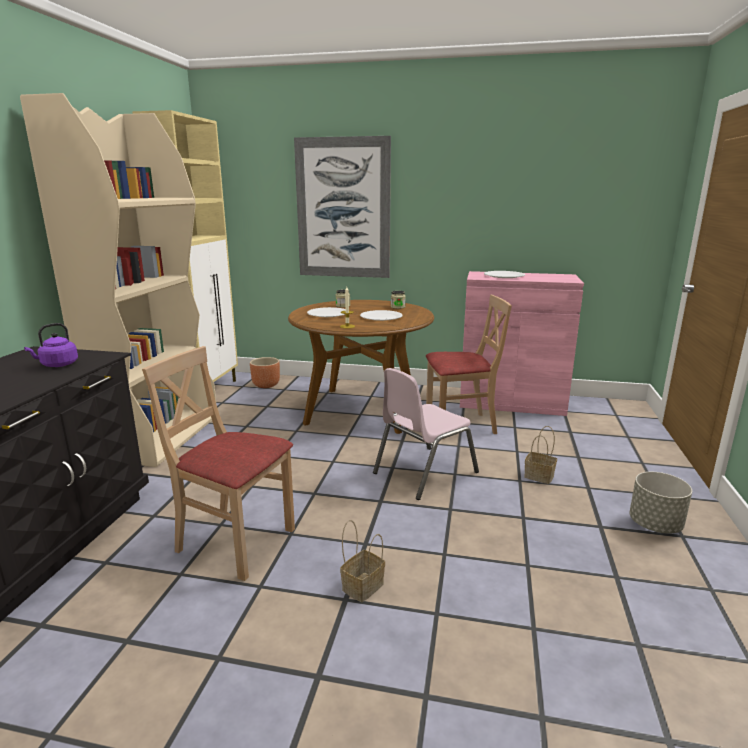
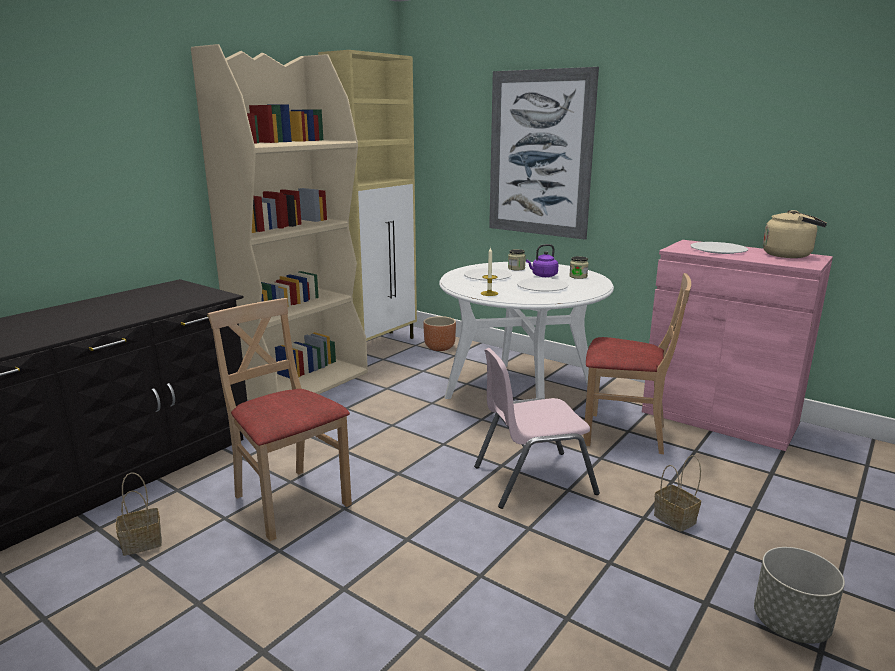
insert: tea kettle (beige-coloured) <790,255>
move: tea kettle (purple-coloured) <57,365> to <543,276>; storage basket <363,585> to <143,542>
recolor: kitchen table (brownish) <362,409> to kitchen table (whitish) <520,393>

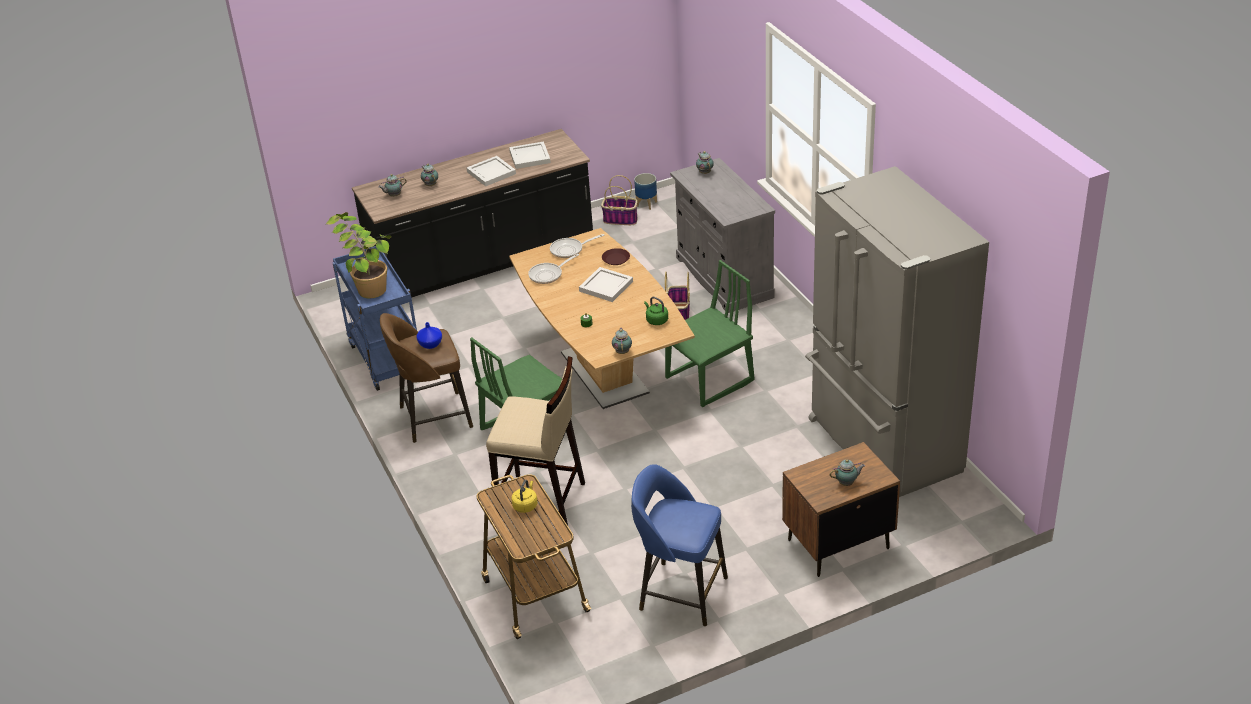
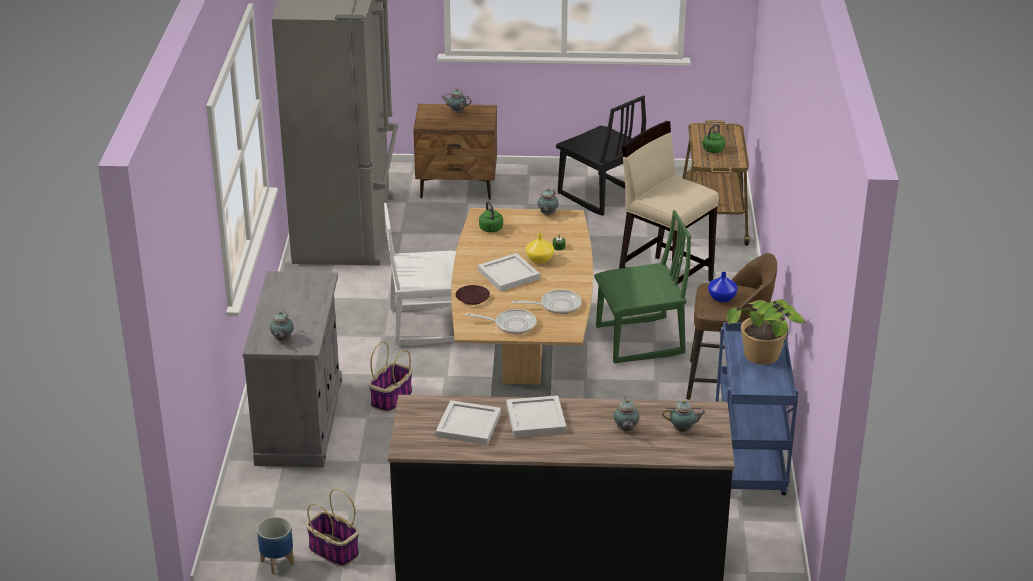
insert: flower vase (yellow-coloured) <539,259>
replace: sitting stool (bluish) <680,593> to chair (black-coloured) <600,196>
recolor: chair (green) <710,380> to chair (whitish) <428,324>; tea kettle (yellow-coloured) <525,505> to tea kettle (green) <712,150>

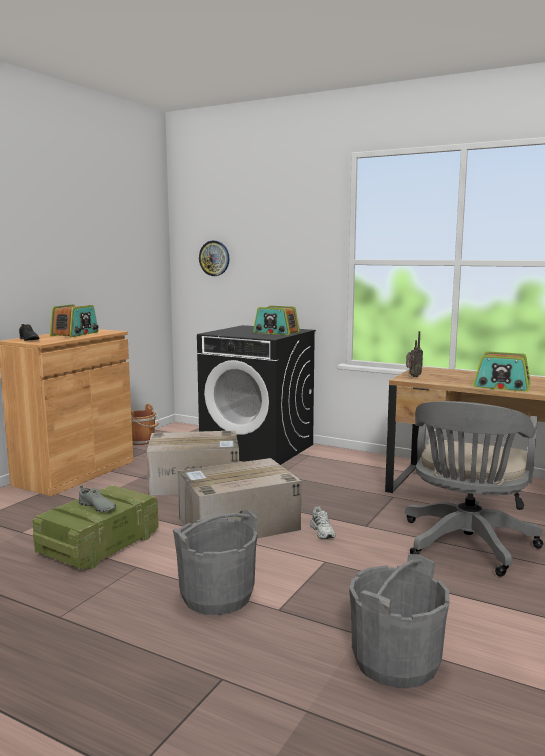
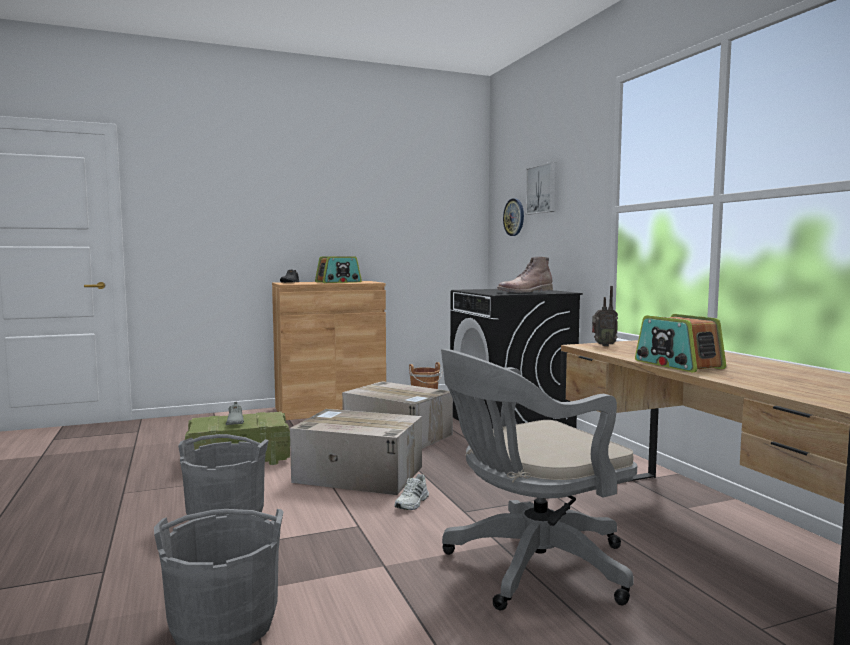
insert: wall picture <542,189>
replace: radio receiver <276,332> to high-top boot (brownish) <525,292>

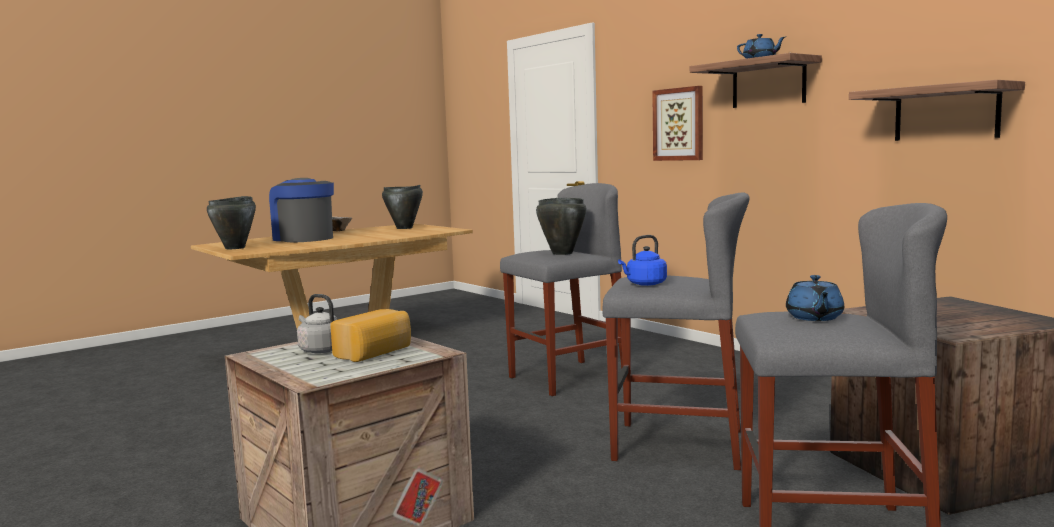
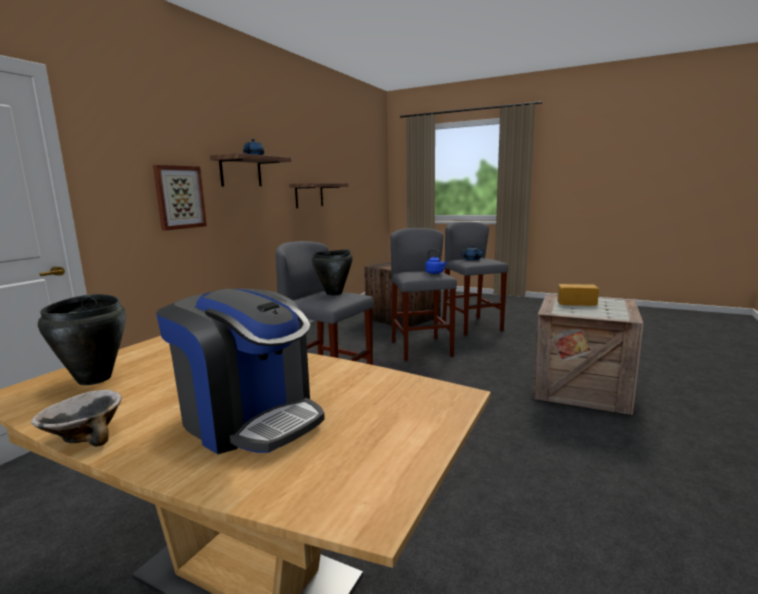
delete: stockpot (black-coloured) <235,248>; tea kettle (grey) <320,350>
rotate: coffee brewer <303,238> = <249,418> 75 degrees counterclockwise

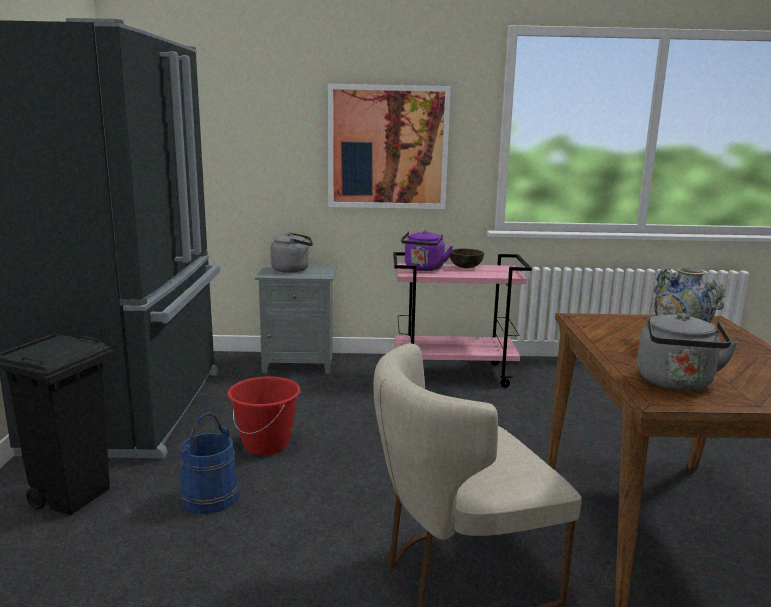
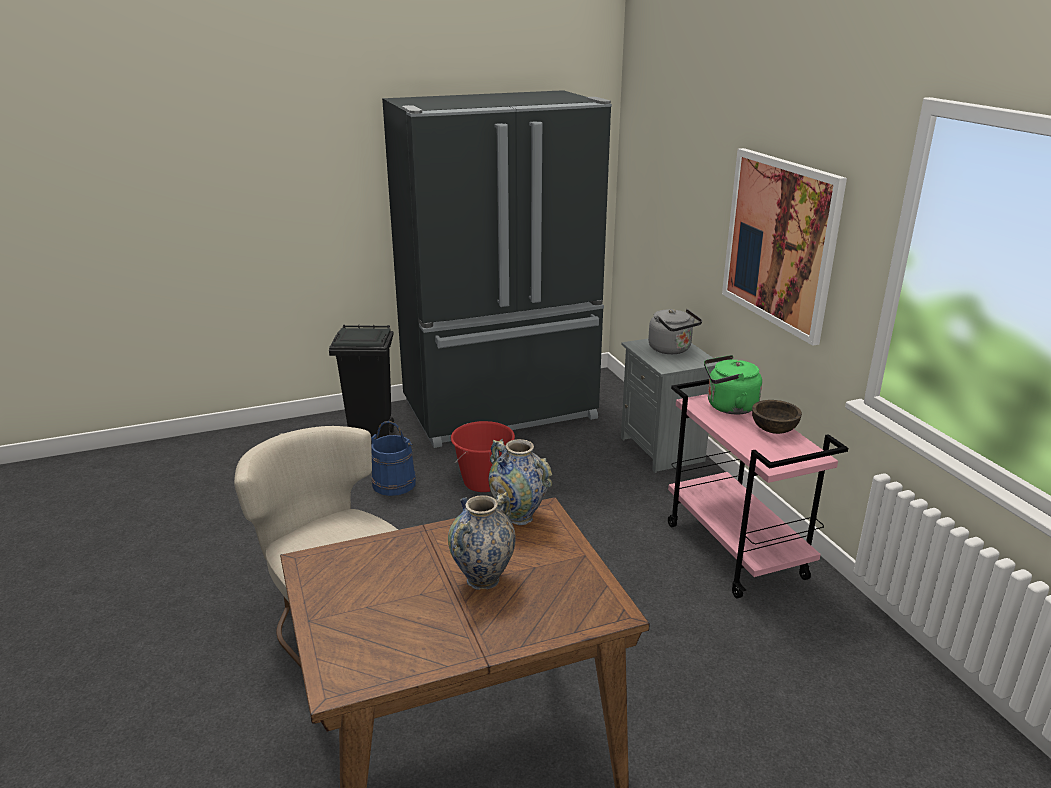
delete: tea kettle (grey) <676,383>
insert: flower vase <519,516>
recolor: tea kettle (purple-coloured) <423,269> to tea kettle (green) <728,407>

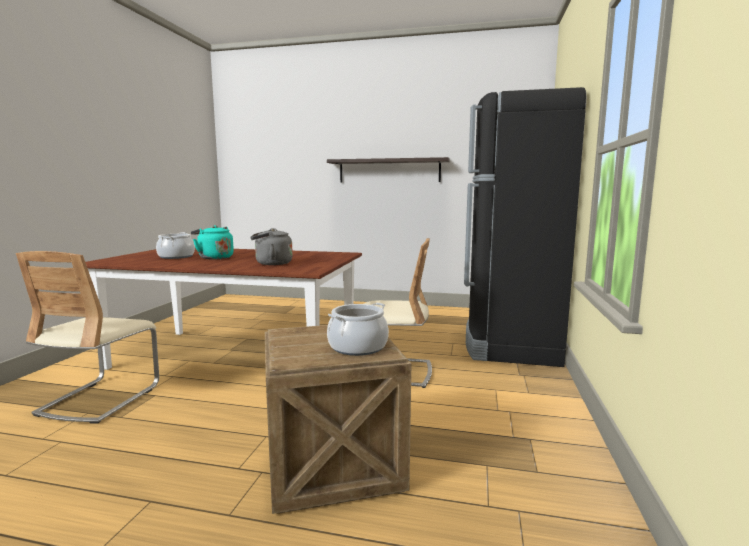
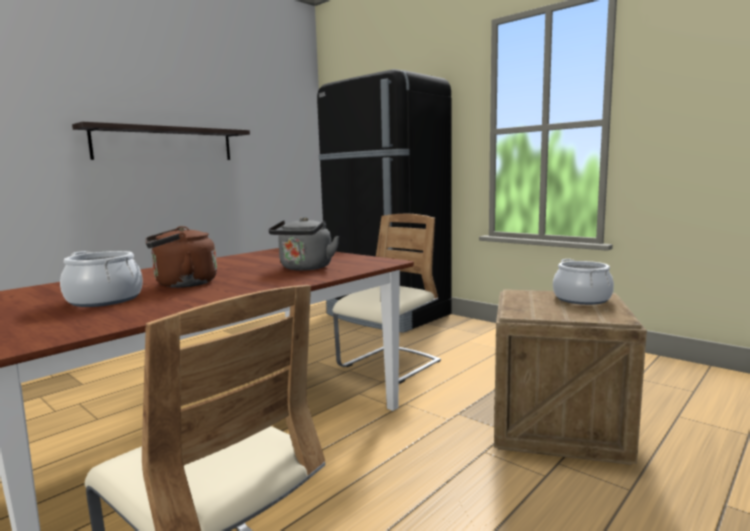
recolor: tea kettle (blue-green) <214,258> to tea kettle (brownish) <182,284>

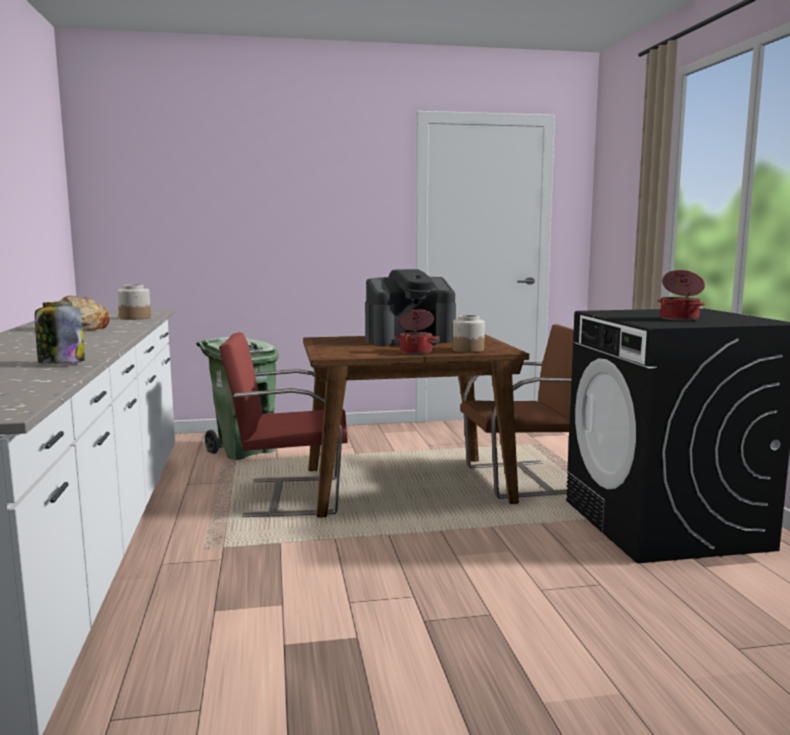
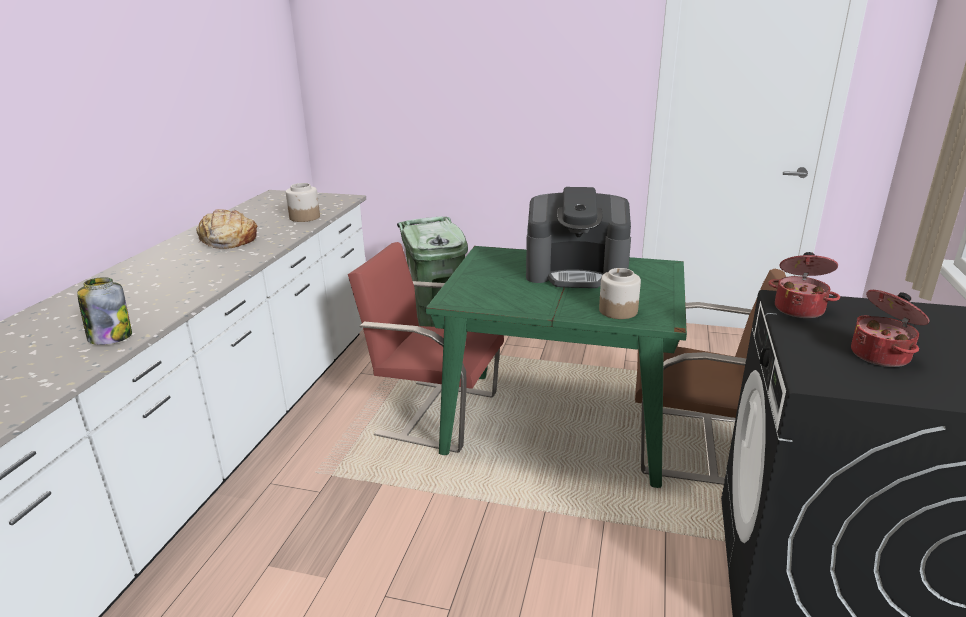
move: stockpot <416,351> to <799,309>
recolor: kitchen table (brownish) <408,486> to kitchen table (green) <559,425>

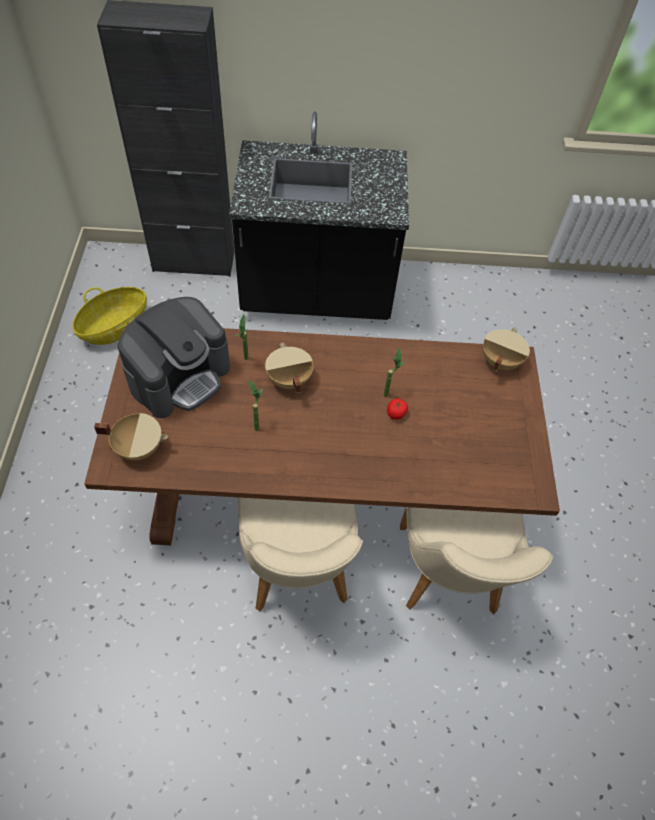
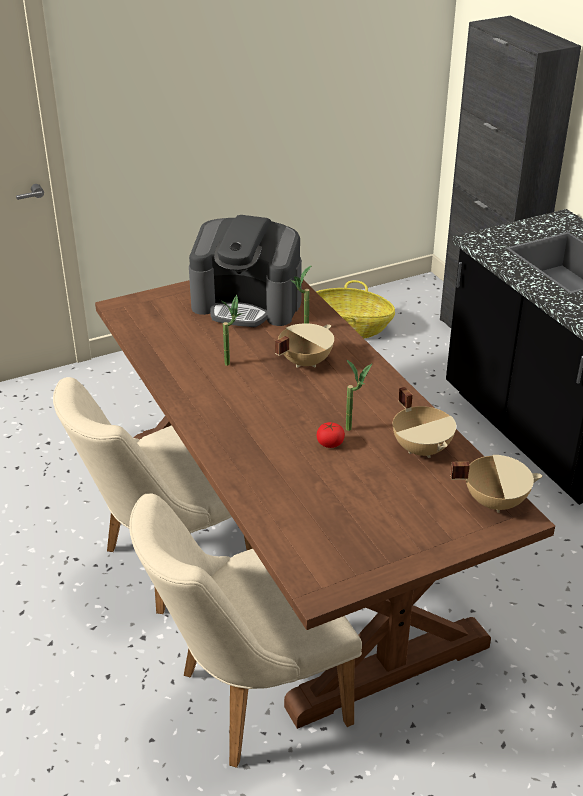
move: stockpot (beige-coloured) <139,447> to <422,448>

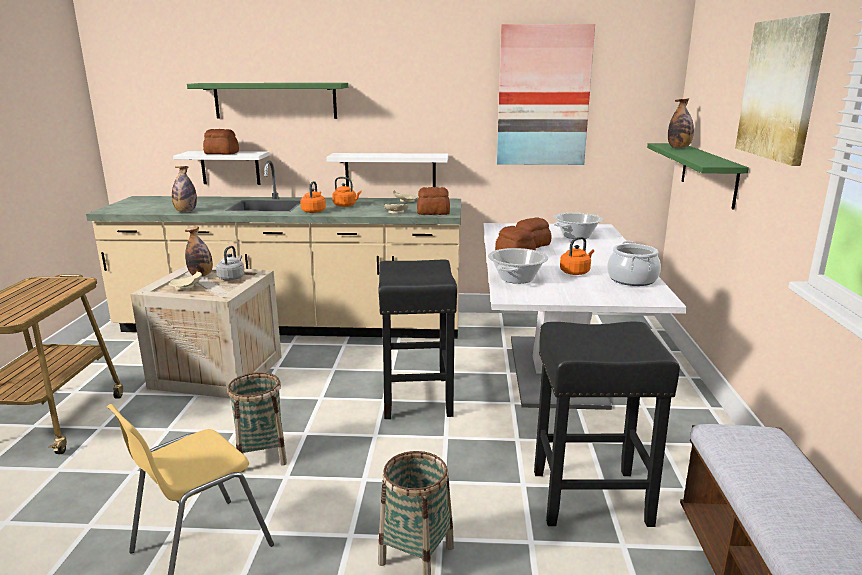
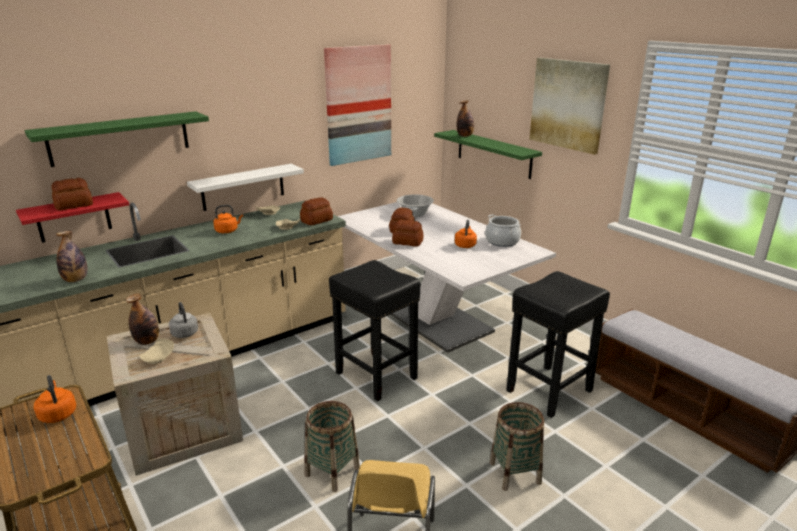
delete: stockpot <516,278>
move: tea kettle (orangey) <314,211> to <58,414>
recolor: shelf (whitish) <230,167> to shelf (red) <73,218>

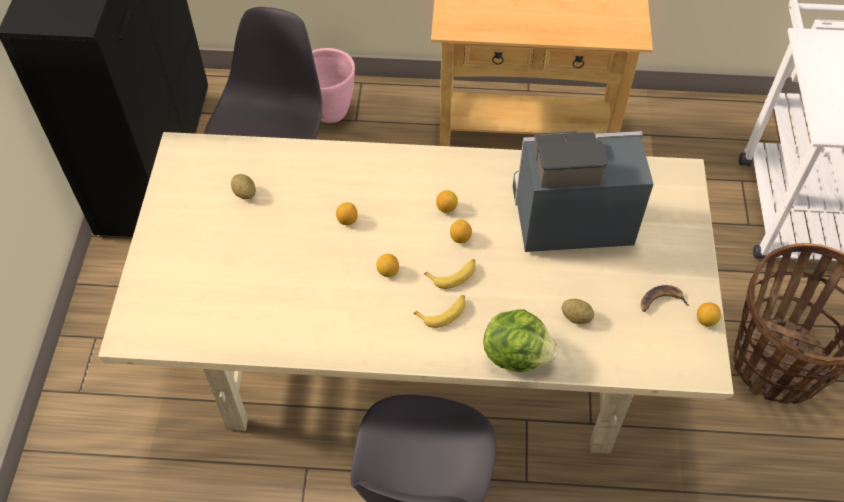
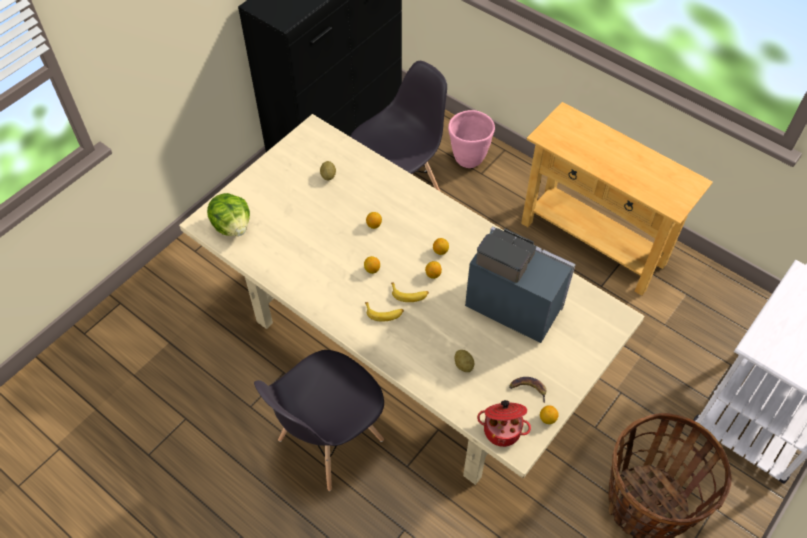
insert: stockpot <502,429>
move: head of lettuce <516,354> to <232,226>

